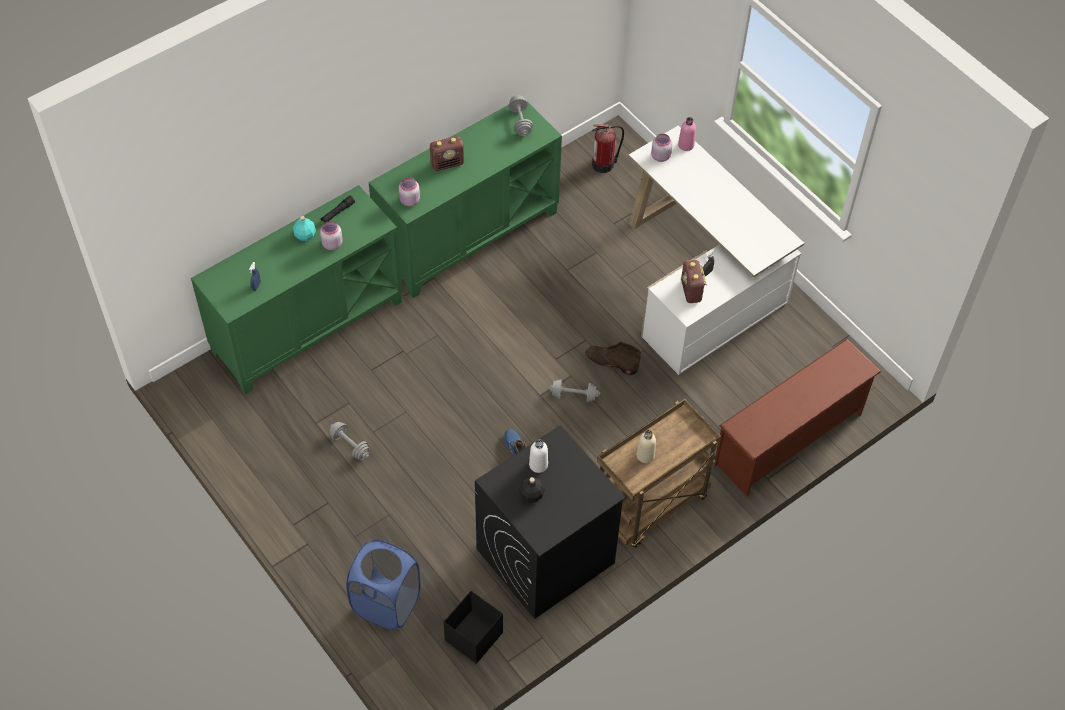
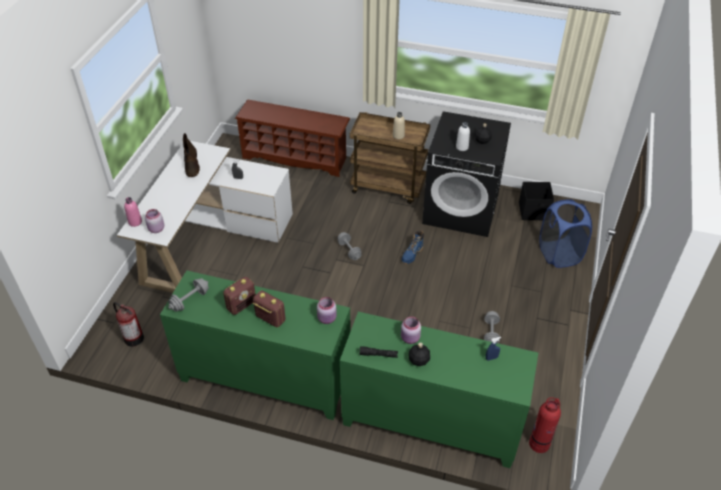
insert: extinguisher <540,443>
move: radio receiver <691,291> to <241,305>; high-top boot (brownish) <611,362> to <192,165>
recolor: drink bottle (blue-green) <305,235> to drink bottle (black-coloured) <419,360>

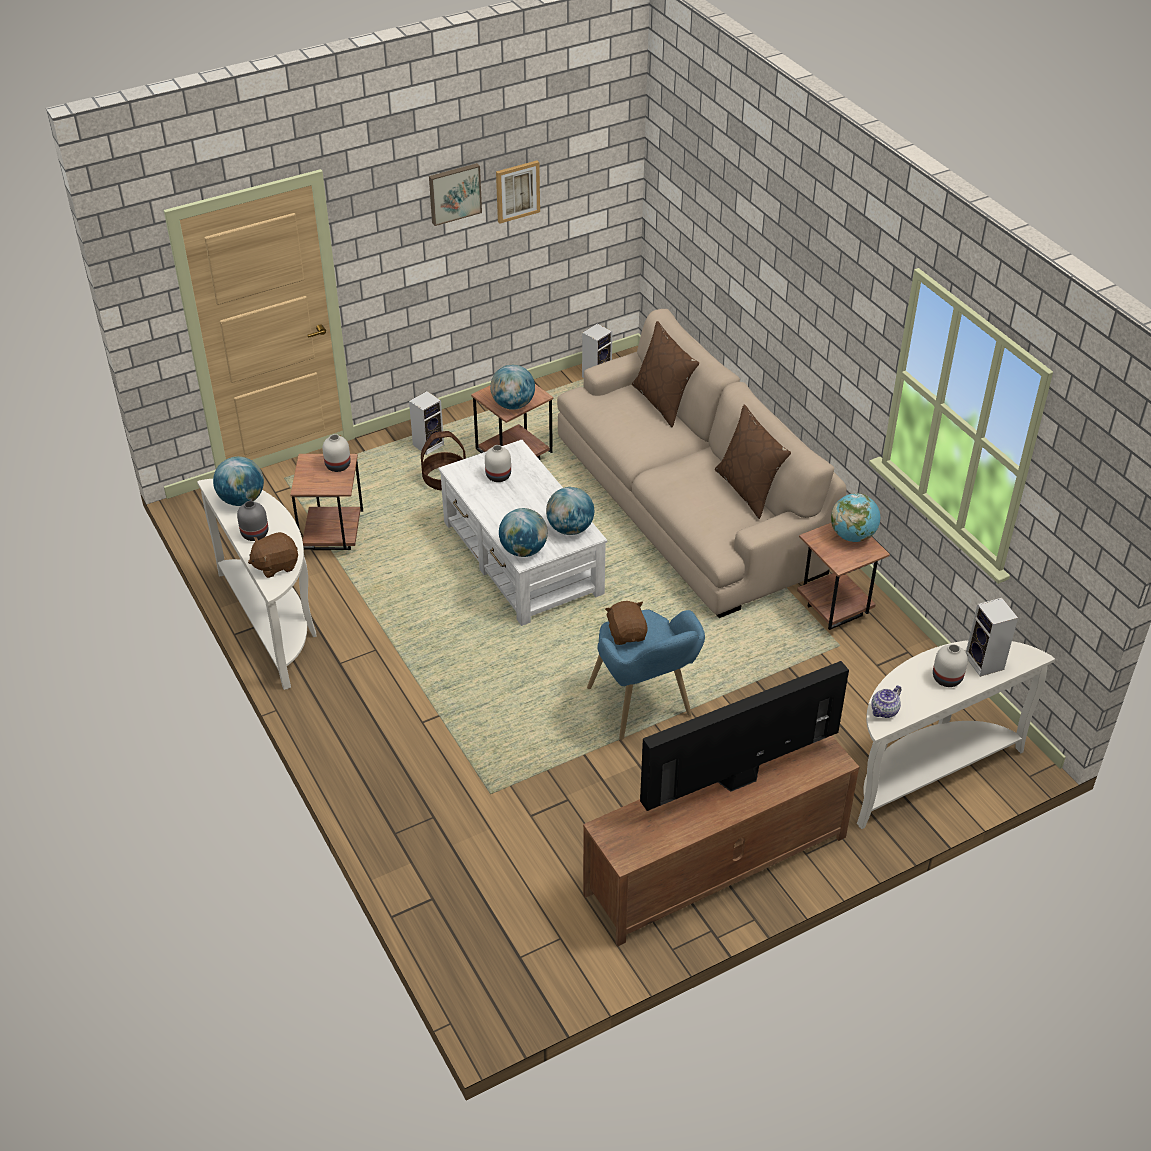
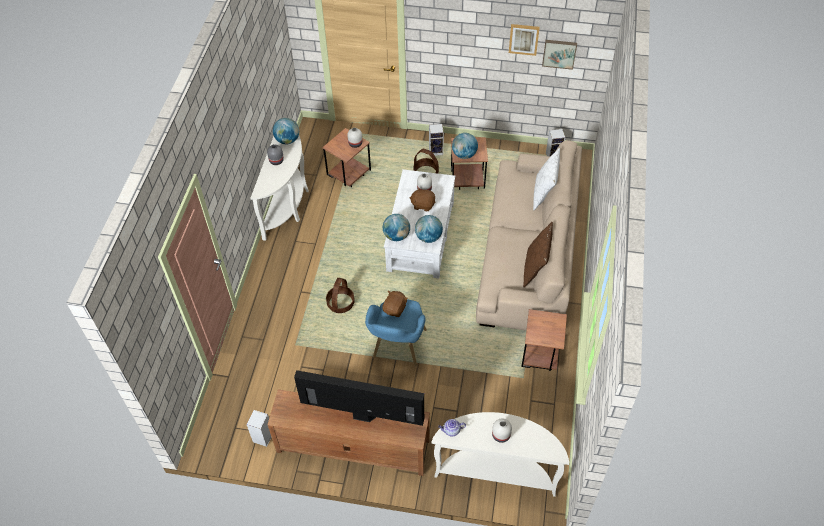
delete: globe <852,536>
insert: storage basket <340,303>
move: wall picture <454,193> to <559,53>; soft toy (brownish) <275,565> to <423,204>; loudspeaker <985,663> to <263,438>
recolor: throw pillow (brownish) <663,402> to throw pillow (whitish) <544,193>

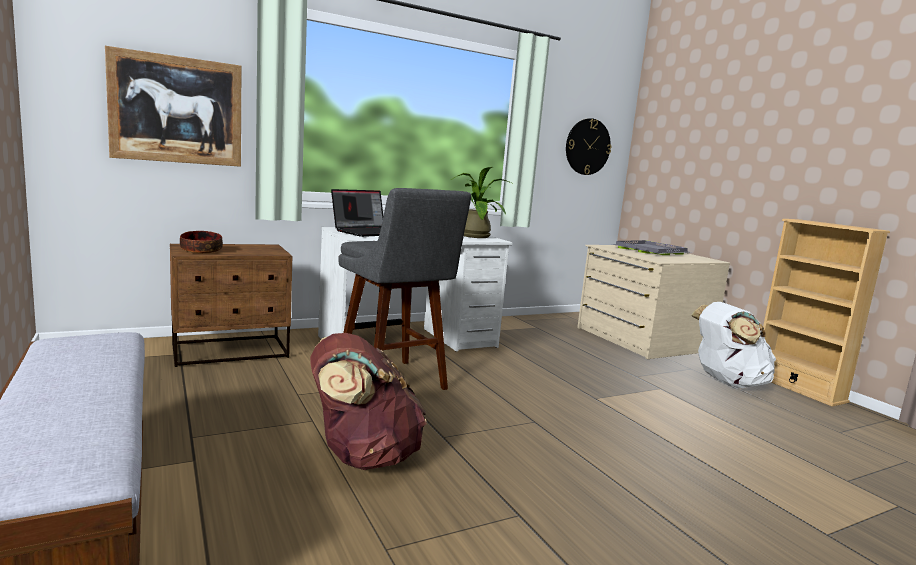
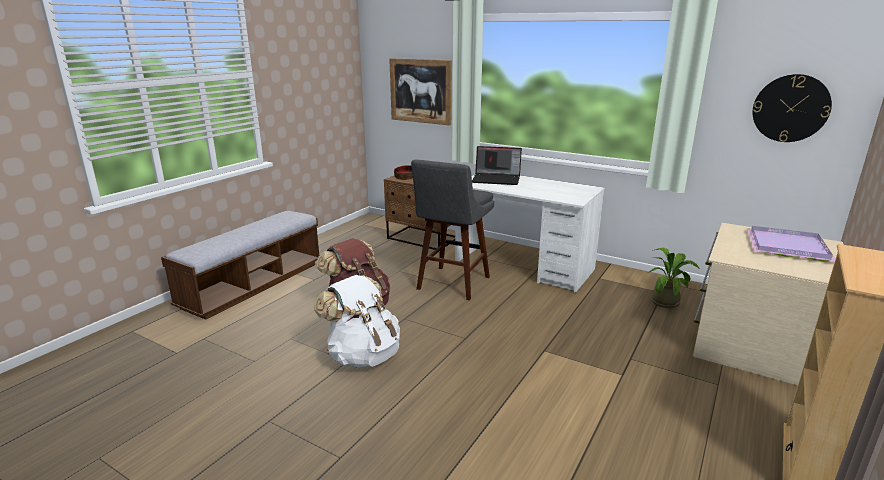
move: potted plant <474,235> to <667,301>; rucksack (whitish) <727,382> to <363,355>
recolor: carrying tray (grey) <649,250> to carrying tray (purple-coloured) <786,246>

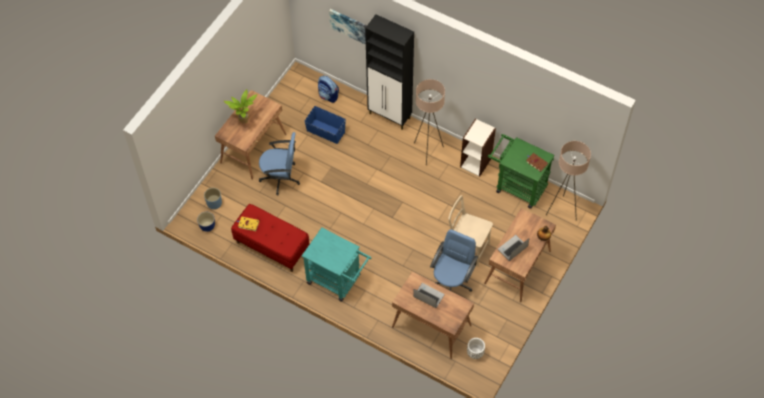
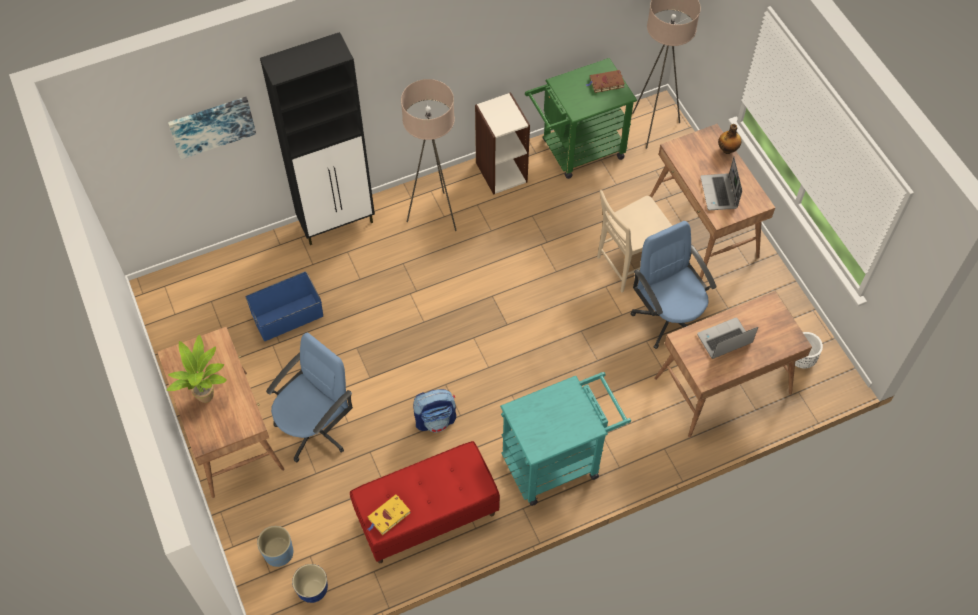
move: rucksack <328,96> to <435,420>

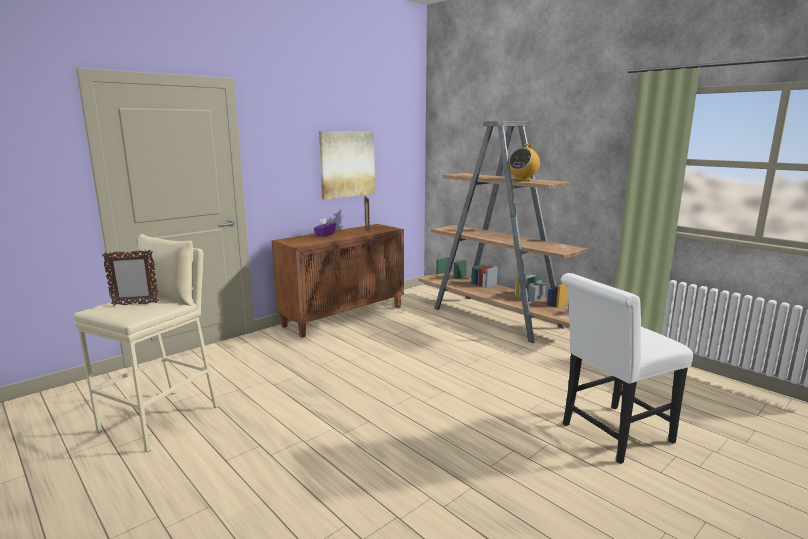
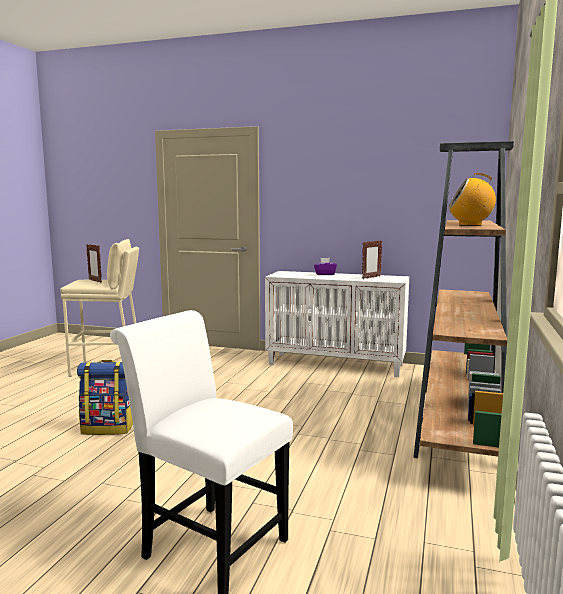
delete: wall picture <347,164>
insert: rucksack <108,428>
recolor: storage cabinet (brownish) <344,316> to storage cabinet (whitish) <336,364>

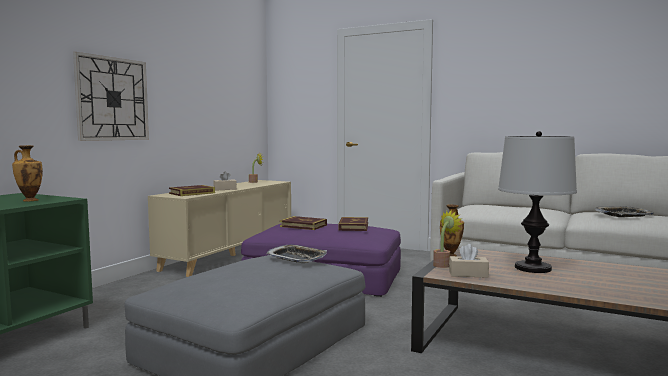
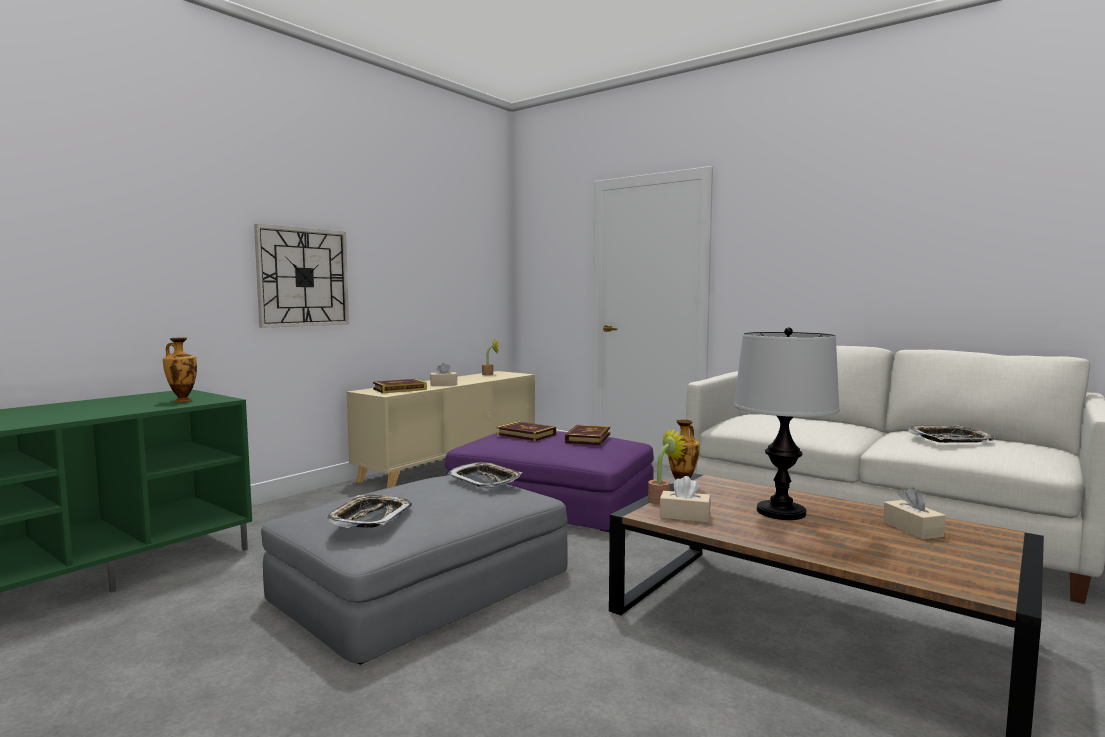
insert: tissue box (beige-coloured) <912,529>; carrying tray <370,517>

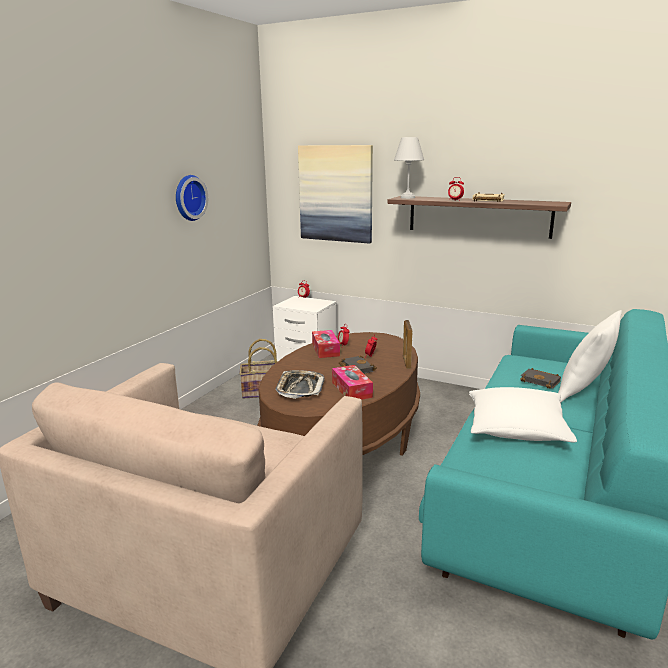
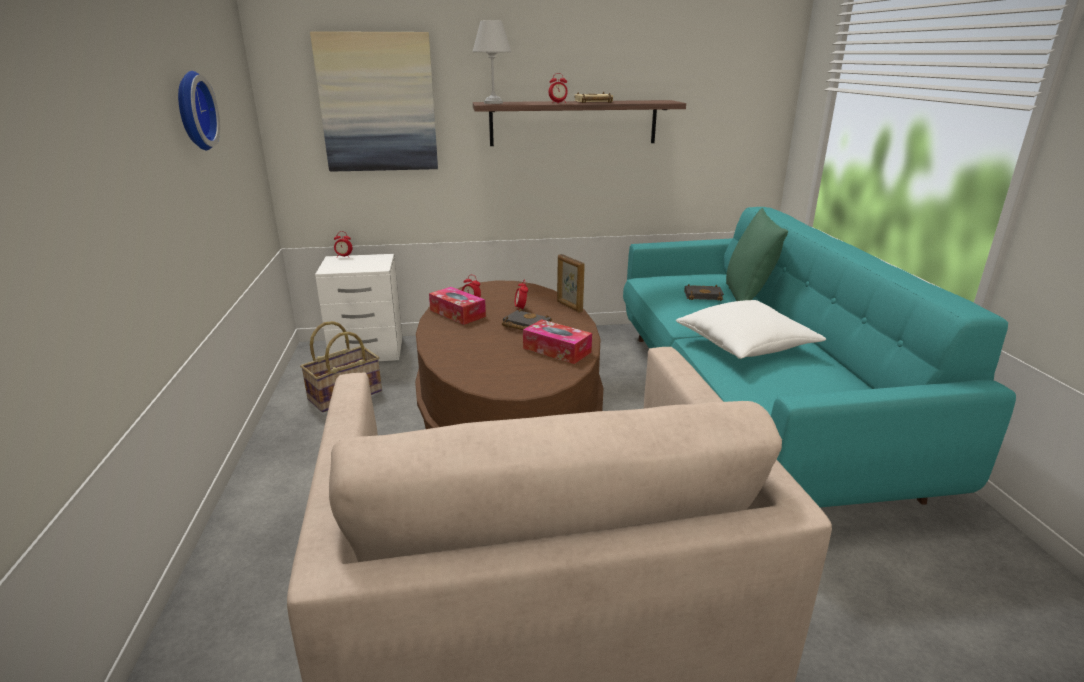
delete: carrying tray <300,388>
recolor: throw pillow (whitish) <584,393> to throw pillow (green) <747,298>

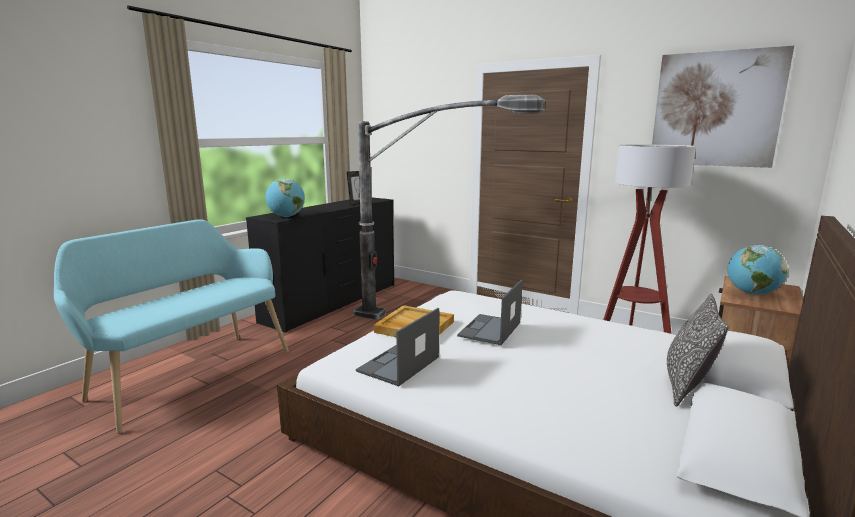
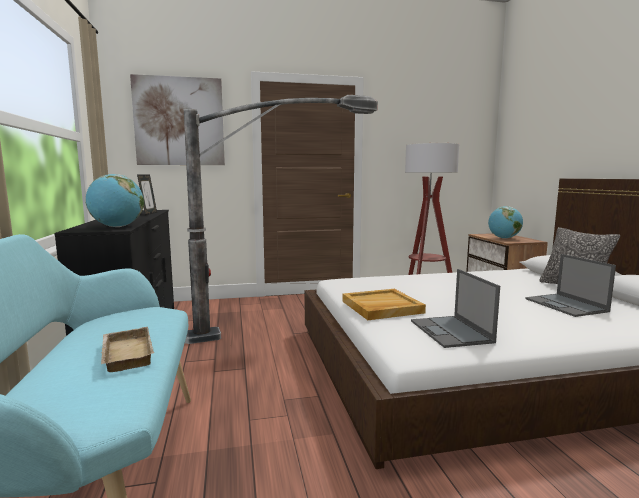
insert: carrying tray (beige-coloured) <125,354>
move: wall picture <715,109> to <179,121>; notebook computer <489,330> to <566,305>

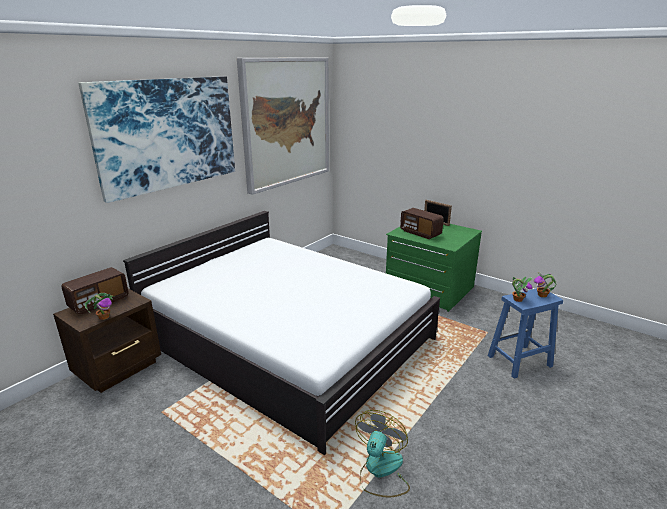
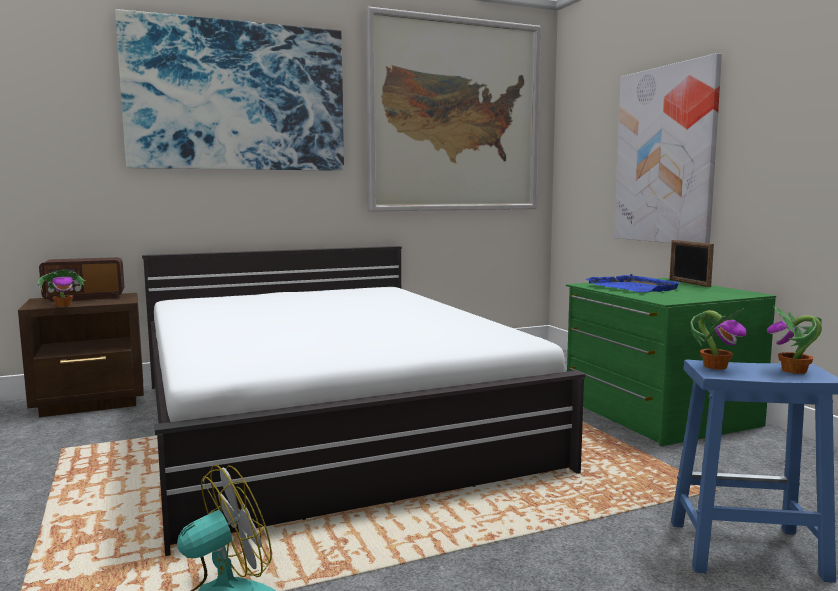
insert: wall picture <665,155>
replace: radio receiver <420,233> to carrying tray (bluish) <633,287>

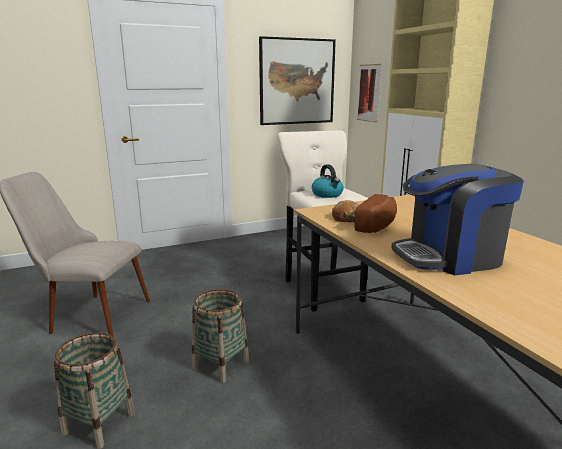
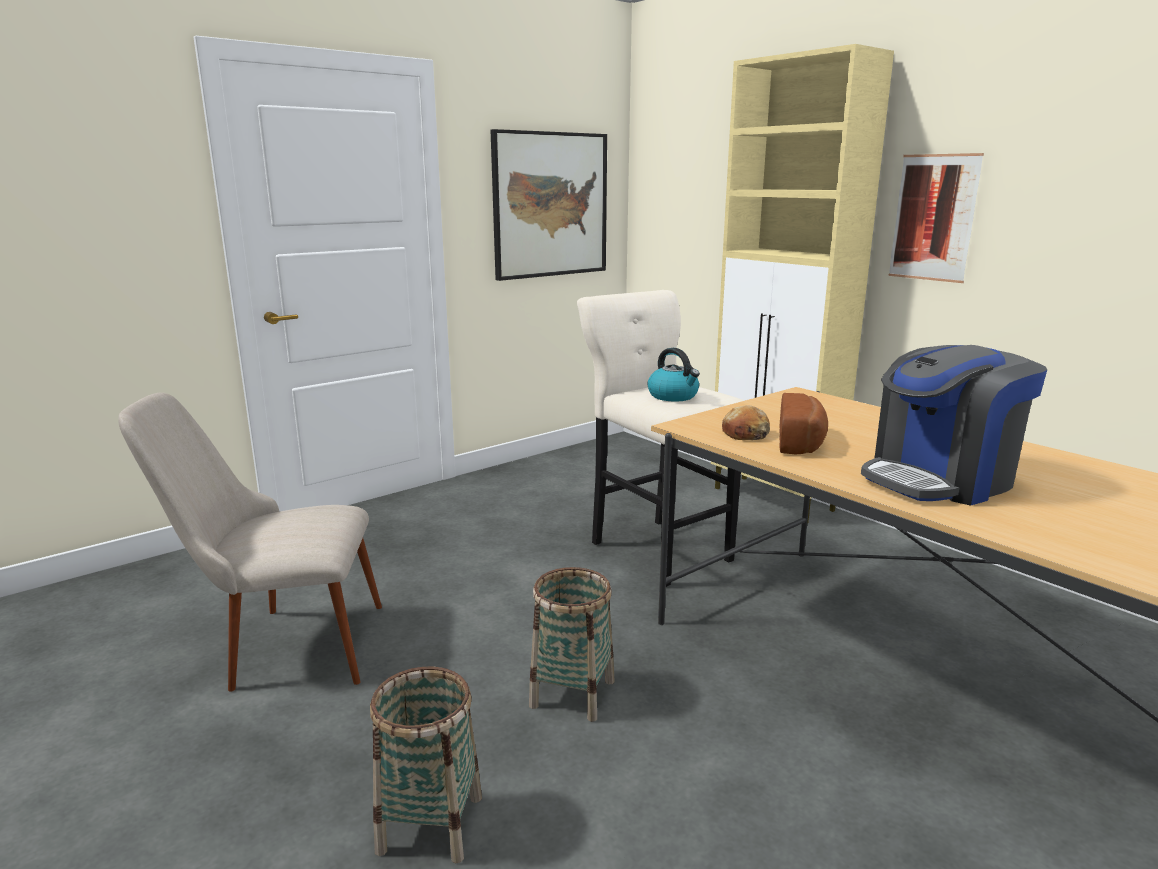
move: wall picture <369,93> to <934,218>

